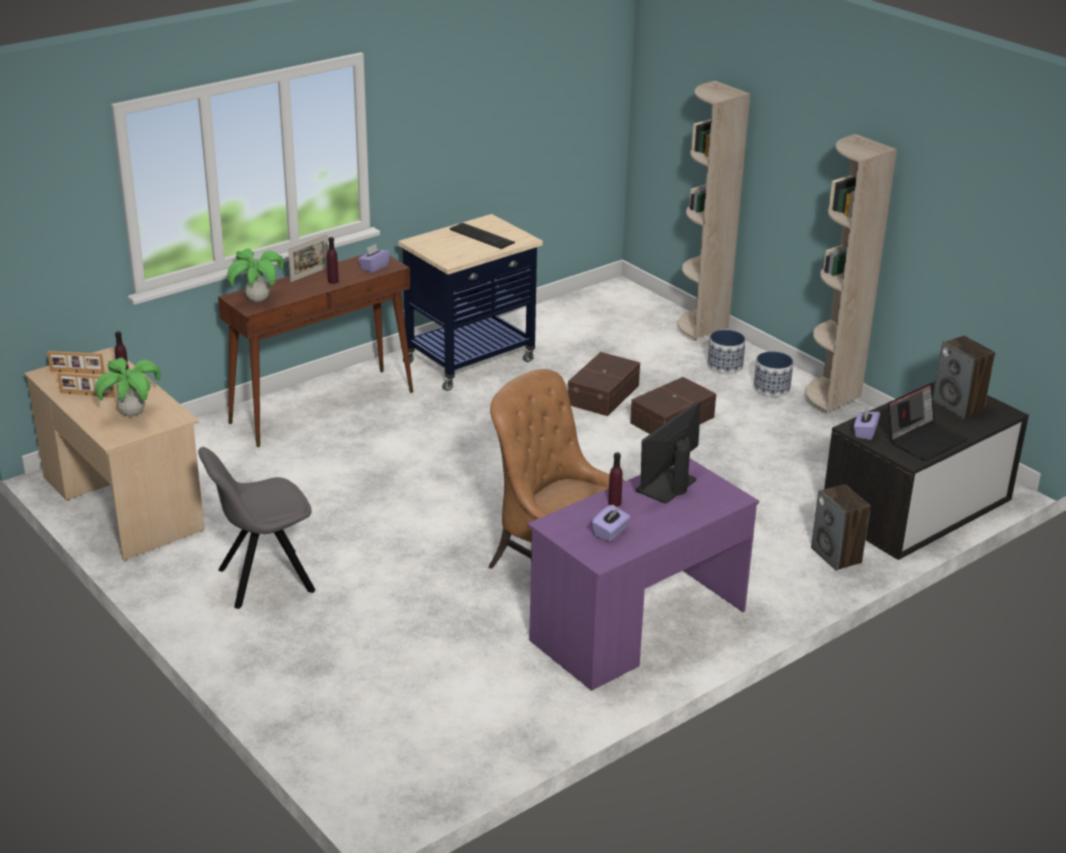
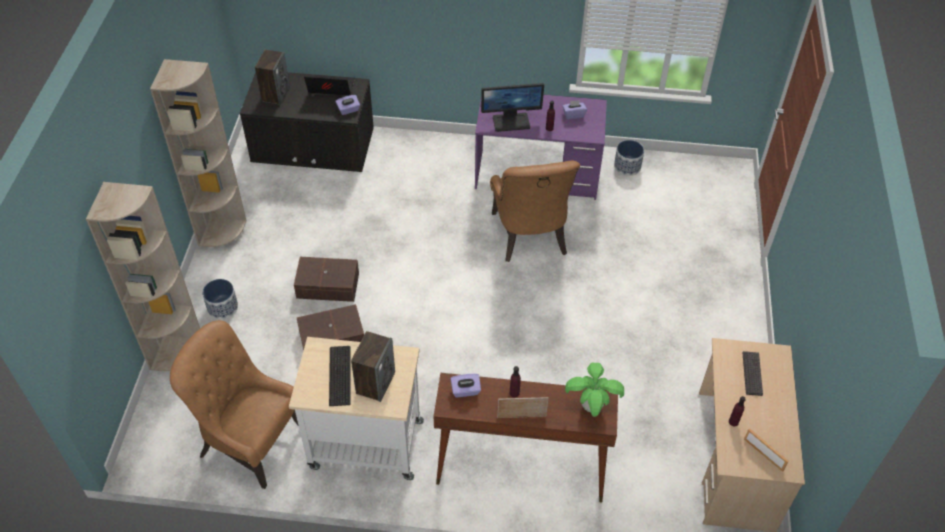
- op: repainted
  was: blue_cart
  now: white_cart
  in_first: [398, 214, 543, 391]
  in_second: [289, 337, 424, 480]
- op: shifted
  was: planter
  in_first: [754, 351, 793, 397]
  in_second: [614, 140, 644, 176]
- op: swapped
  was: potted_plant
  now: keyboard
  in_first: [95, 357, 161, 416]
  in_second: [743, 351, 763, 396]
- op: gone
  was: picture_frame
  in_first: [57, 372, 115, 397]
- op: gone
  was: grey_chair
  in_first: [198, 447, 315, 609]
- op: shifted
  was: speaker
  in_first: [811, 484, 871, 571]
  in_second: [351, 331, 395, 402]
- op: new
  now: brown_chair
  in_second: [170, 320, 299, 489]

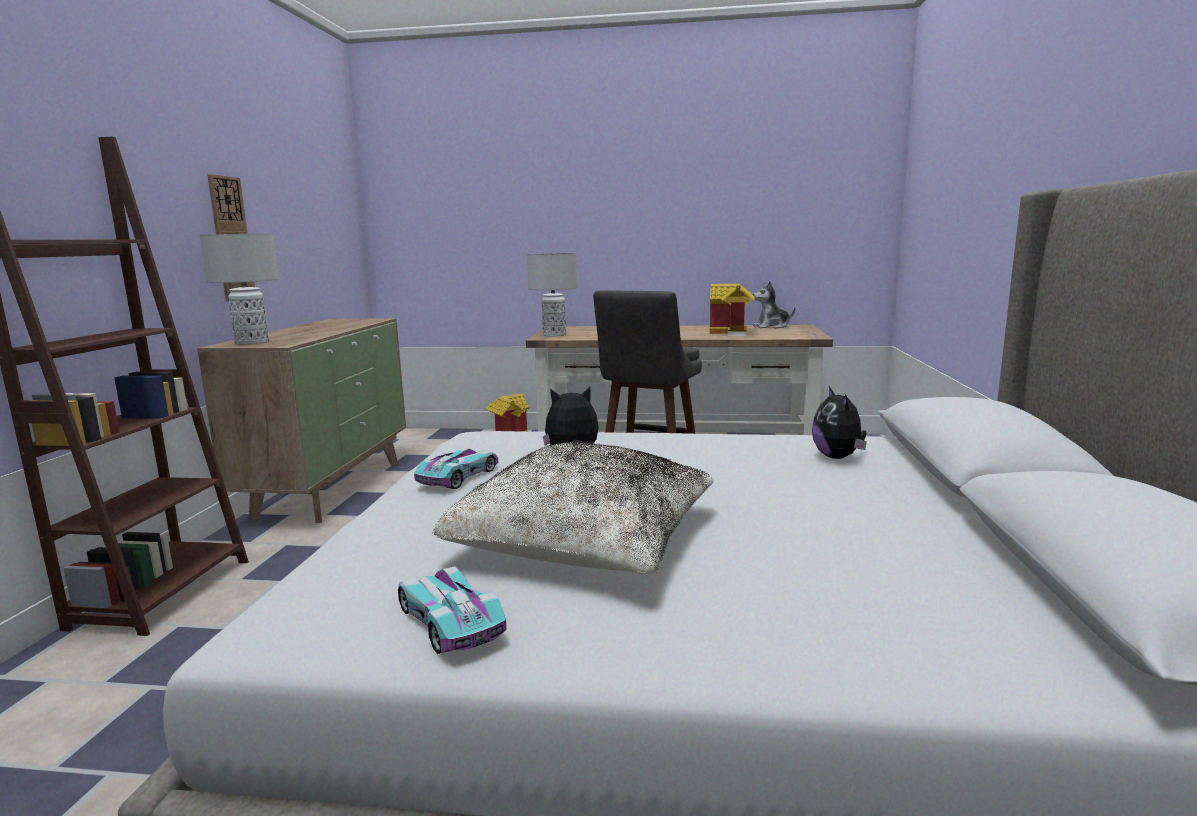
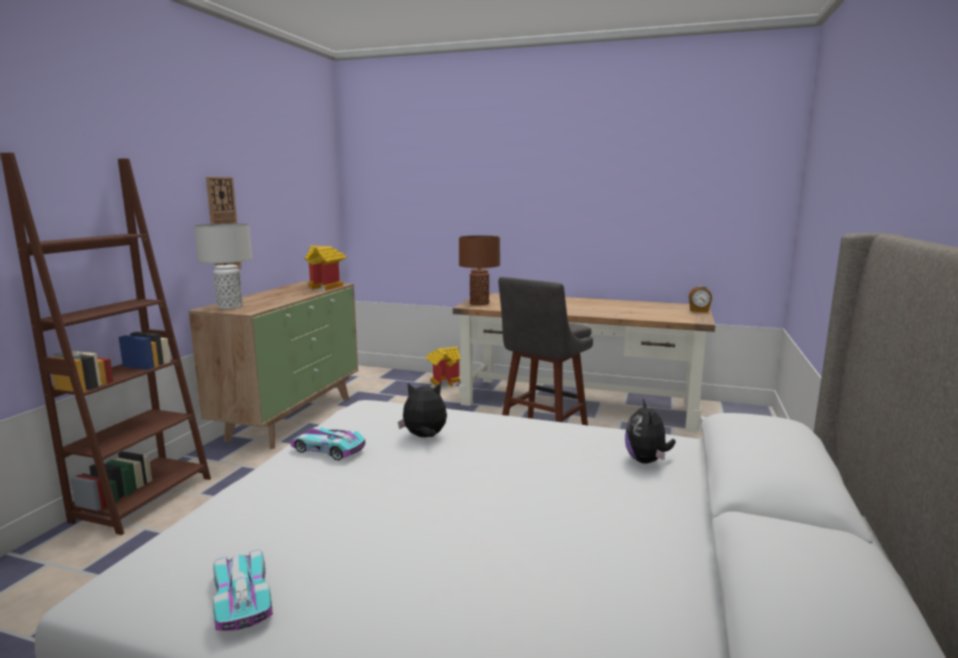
- op: repainted
  was: white_table_lamp
  now: brown_table_lamp
  in_first: [527, 253, 578, 336]
  in_second: [459, 235, 500, 305]
- op: gone
  was: plush_toy
  in_first: [753, 281, 795, 328]
- op: shifted
  was: toy_house
  in_first: [710, 284, 755, 336]
  in_second: [305, 246, 347, 291]
- op: gone
  was: beige_pillow
  in_first: [433, 443, 713, 574]
- op: rotated
  was: toy_car
  in_first: [414, 448, 498, 489]
  in_second: [291, 426, 365, 461]
  clockwise: -105
- op: new
  now: alarm_clock
  in_second: [689, 286, 712, 312]

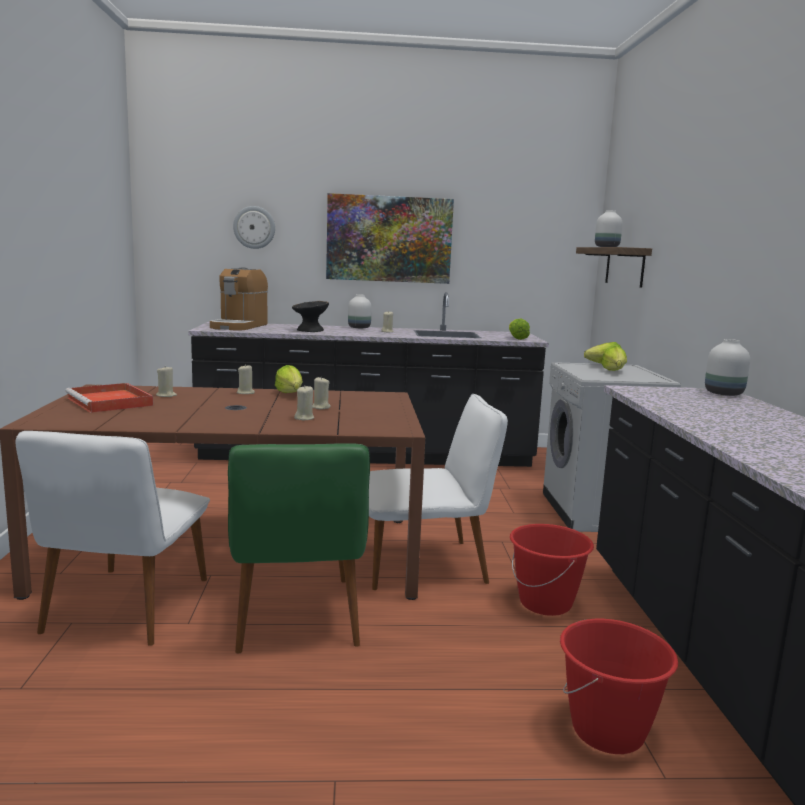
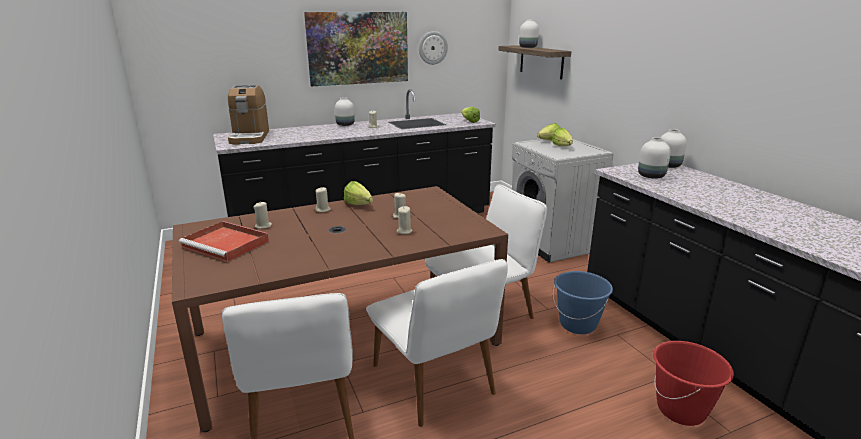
- op: shifted
  was: wall_clock
  in_first: [233, 206, 275, 249]
  in_second: [419, 31, 448, 65]
- op: gone
  was: black_bowl
  in_first: [292, 301, 329, 332]
- op: repainted
  was: green_chair
  now: white_chair
  in_first: [228, 443, 370, 654]
  in_second: [366, 259, 508, 427]
- op: repainted
  was: red_bucket
  now: blue_bucket
  in_first: [510, 524, 594, 616]
  in_second: [553, 271, 613, 334]
- op: new
  now: white_vase
  in_second: [638, 137, 671, 179]

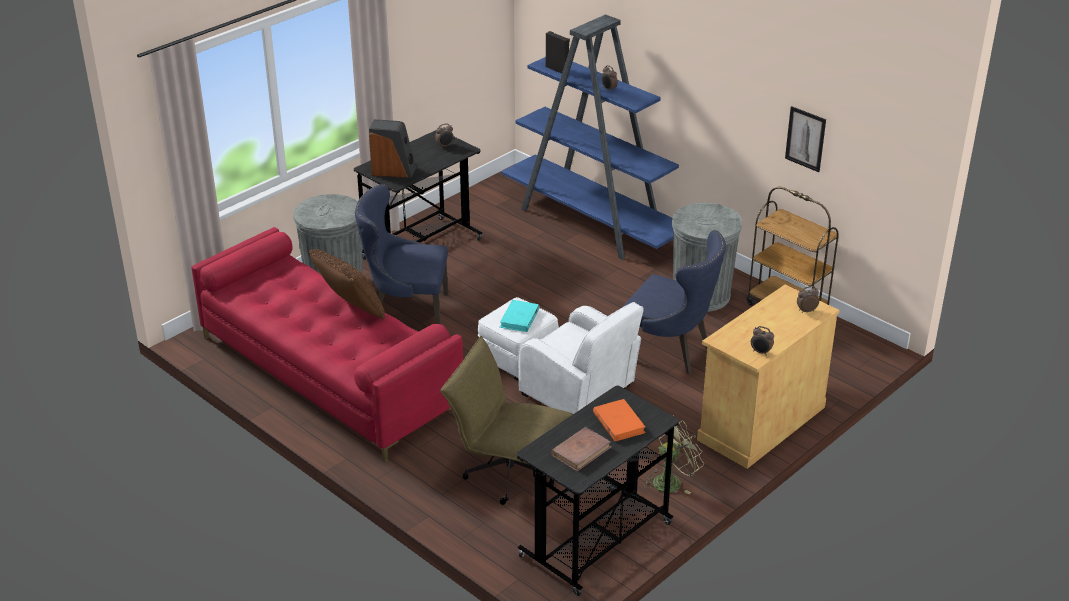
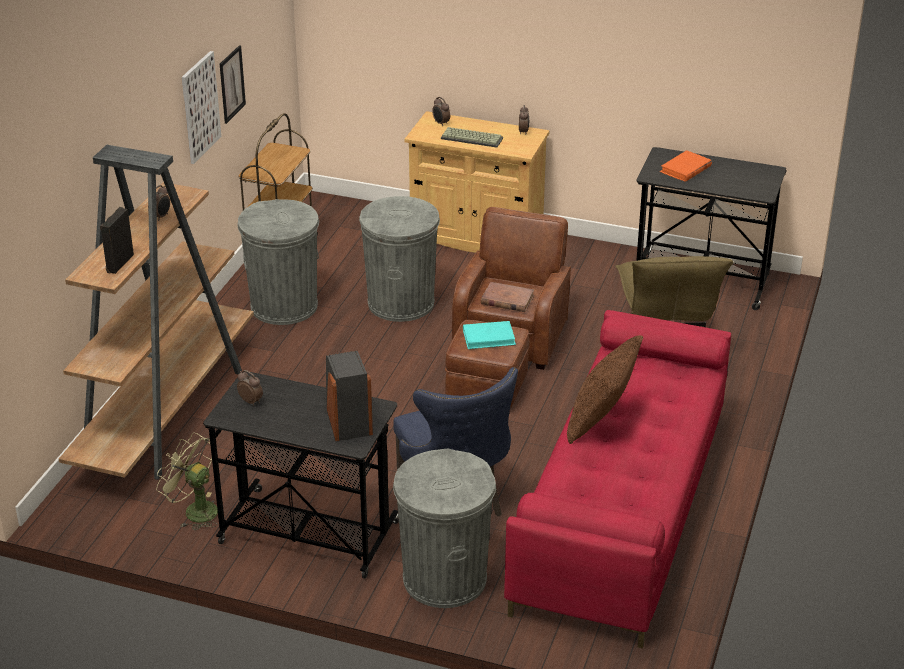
- op: repainted
  was: blue_bookcase
  now: brown_bookcase
  in_first: [501, 14, 679, 260]
  in_second: [59, 145, 254, 480]
- op: swapped
  was: blue_chair
  now: grey_trash_can
  in_first: [623, 230, 726, 374]
  in_second: [359, 196, 440, 322]
- op: repainted
  was: white_armchair
  now: brown_armchair
  in_first: [478, 297, 644, 414]
  in_second: [445, 207, 571, 409]
- op: shifted
  was: green_fan
  in_first: [644, 415, 704, 494]
  in_second: [156, 433, 218, 530]
- op: shifted
  was: brown_book
  in_first: [551, 427, 611, 471]
  in_second: [481, 282, 534, 312]
- op: new
  now: picture
  in_second: [182, 51, 221, 164]
- op: new
  now: keyboard
  in_second: [441, 127, 503, 148]

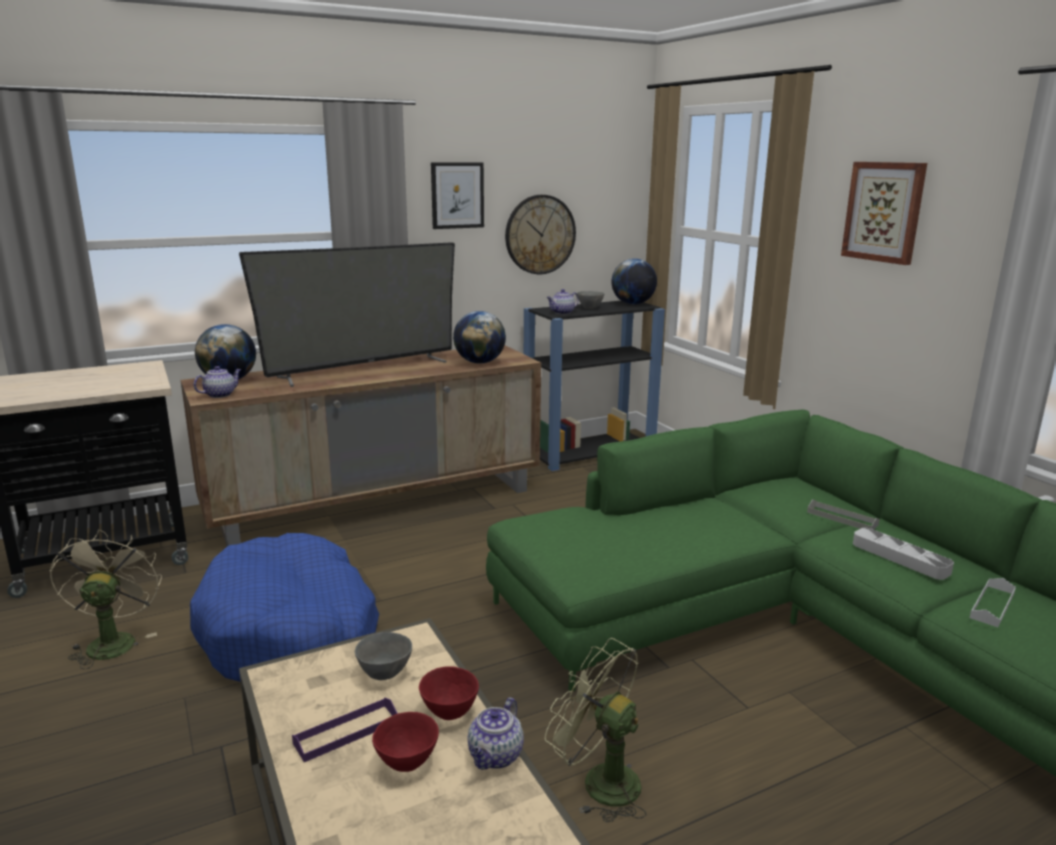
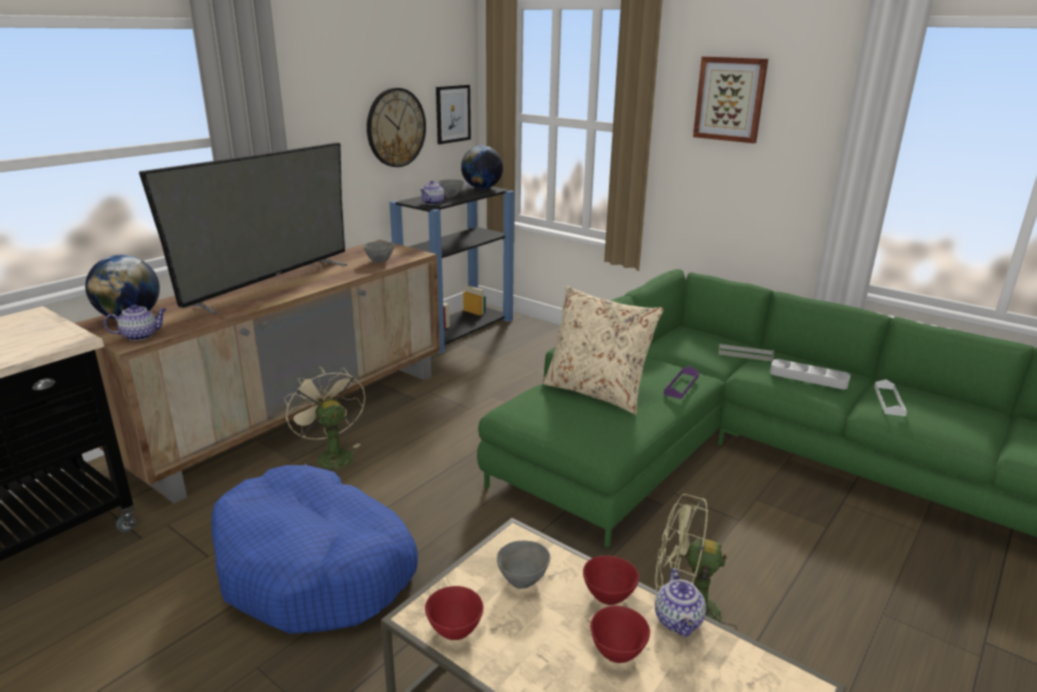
- op: shifted
  was: picture
  in_first: [431, 162, 484, 229]
  in_second: [436, 85, 471, 144]
- op: swapped
  was: globe
  now: grey_bowl
  in_first: [453, 311, 506, 364]
  in_second: [363, 241, 394, 263]
- op: rotated
  was: teapot
  in_first: [194, 366, 241, 398]
  in_second: [104, 304, 167, 341]
  clockwise: 45
- op: shifted
  was: beige_fan
  in_first: [49, 529, 162, 669]
  in_second: [284, 367, 365, 475]
- op: shifted
  was: purple_tray
  in_first: [292, 698, 398, 762]
  in_second: [663, 366, 699, 399]
- op: new
  now: beige_pillow
  in_second: [542, 286, 663, 415]
- op: new
  now: red_bowl
  in_second: [425, 586, 483, 640]

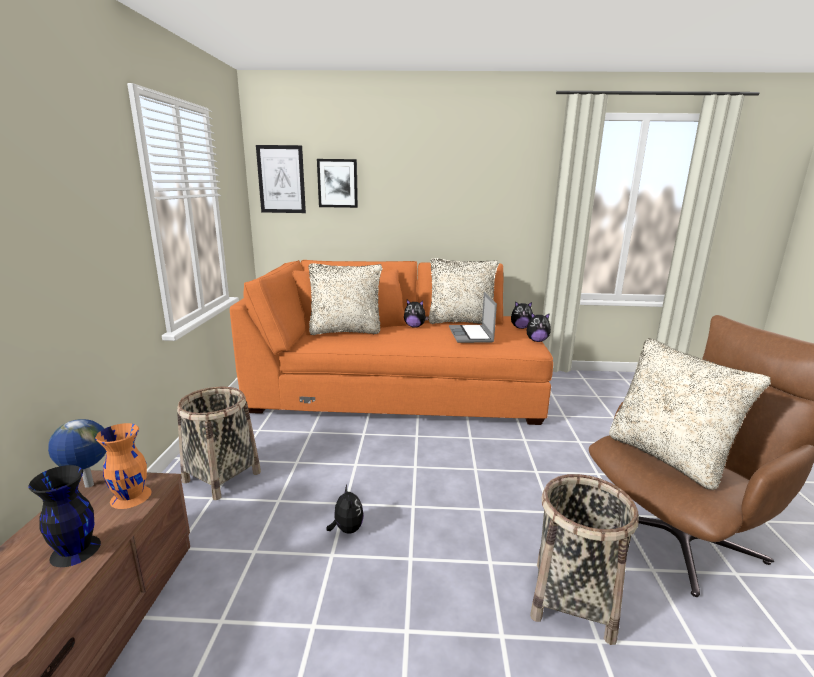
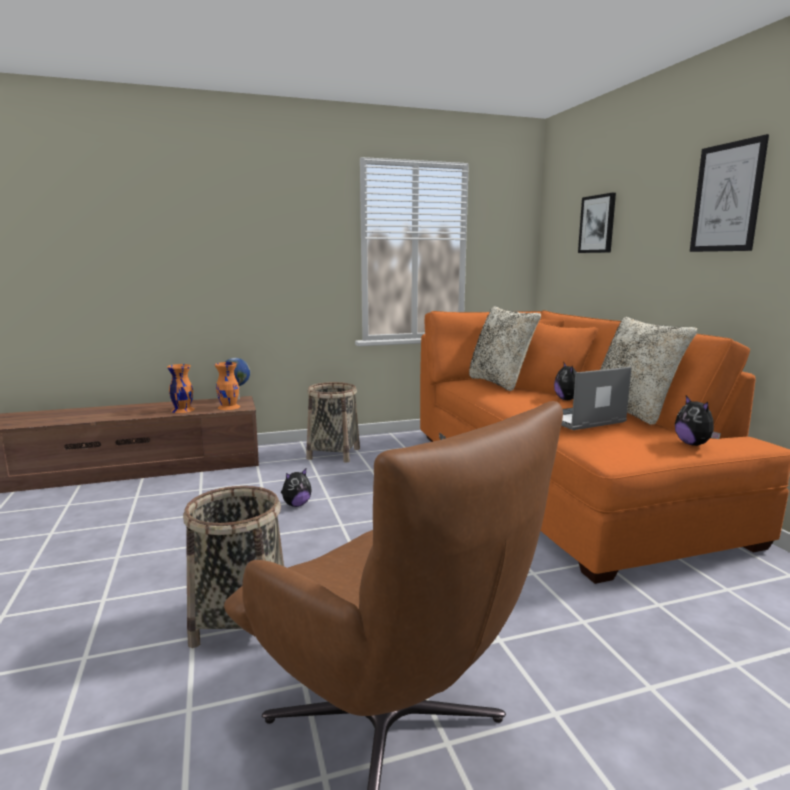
- op: shifted
  was: picture
  in_first: [256, 145, 306, 213]
  in_second: [690, 134, 769, 252]
- op: gone
  was: plush_toy
  in_first: [526, 313, 551, 342]
- op: gone
  was: beige_pillow
  in_first: [609, 338, 771, 490]
- op: repainted
  was: black_vase
  now: orange_vase
  in_first: [28, 465, 101, 567]
  in_second: [167, 364, 195, 413]

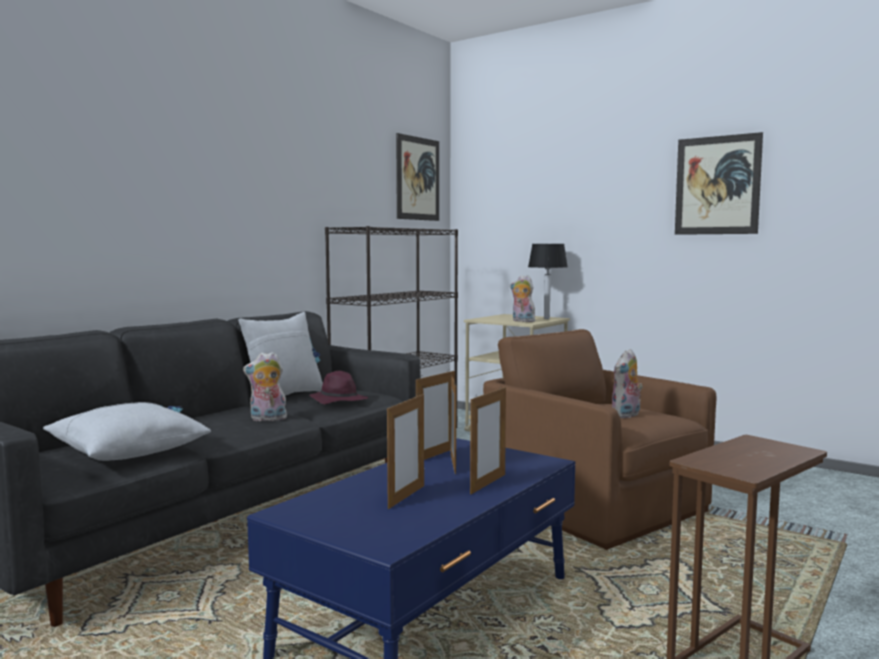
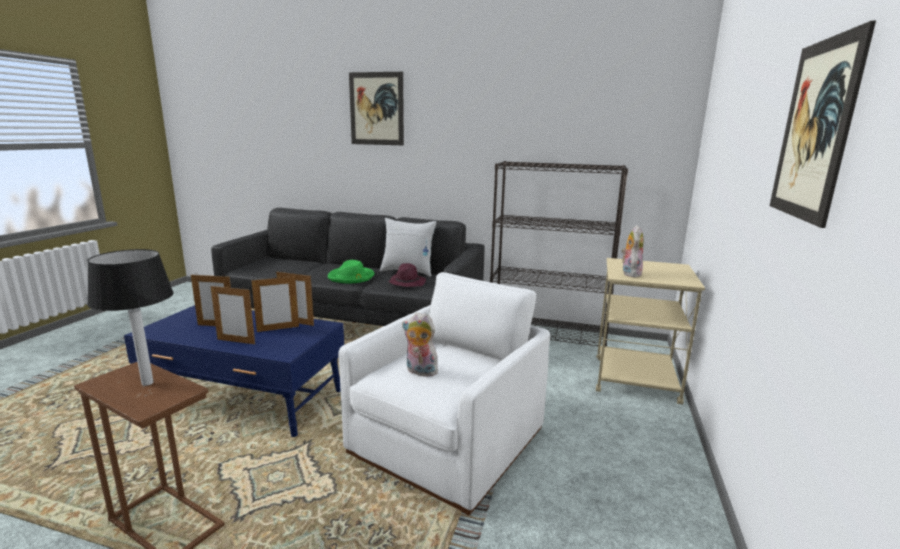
- op: shifted
  was: picture
  in_first: [396, 133, 439, 221]
  in_second: [349, 72, 404, 145]
- op: shifted
  was: table_lamp
  in_first: [528, 244, 568, 319]
  in_second: [87, 249, 174, 386]
- op: repainted
  was: brown_armchair
  now: white_armchair
  in_first: [483, 329, 716, 550]
  in_second: [338, 272, 550, 516]
- op: swapped
  was: plush_toy
  now: green_hat
  in_first: [243, 352, 287, 421]
  in_second: [328, 260, 375, 283]
- op: gone
  was: grey_pillow
  in_first: [43, 402, 211, 461]

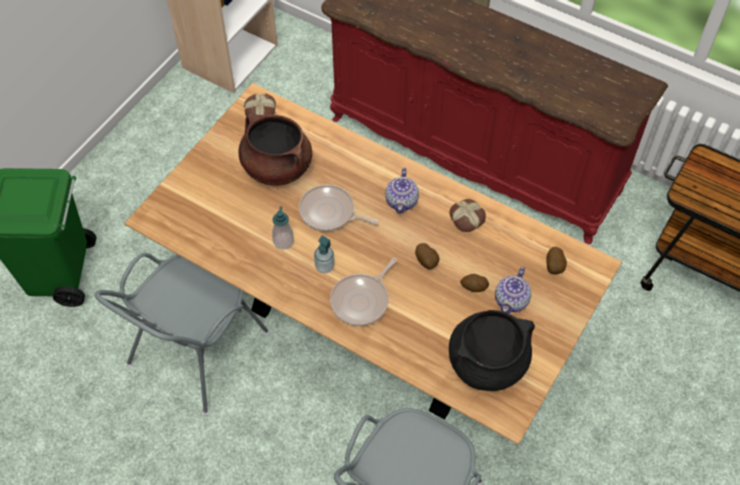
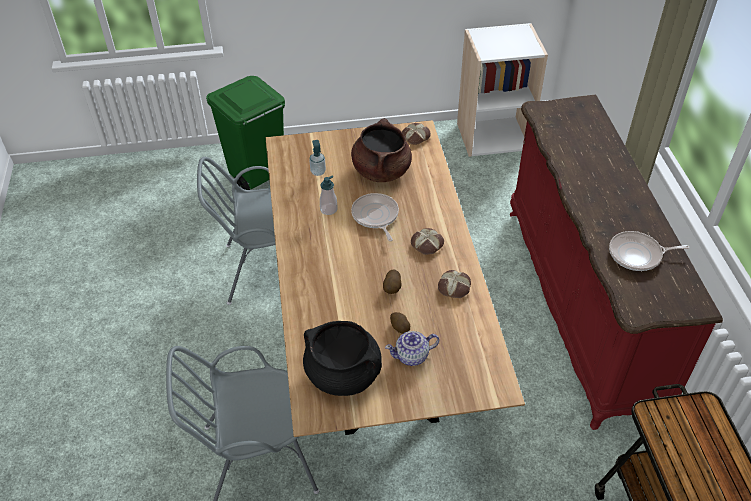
- op: swapped
  was: teapot
  now: bread
  in_first: [385, 168, 419, 214]
  in_second: [411, 228, 444, 255]
- op: shifted
  was: soap_dispenser
  in_first: [314, 236, 335, 273]
  in_second: [309, 140, 326, 176]
- op: gone
  was: potato
  in_first: [546, 247, 567, 274]
- op: shifted
  was: frying_pan
  in_first: [330, 258, 397, 326]
  in_second: [609, 231, 689, 271]

